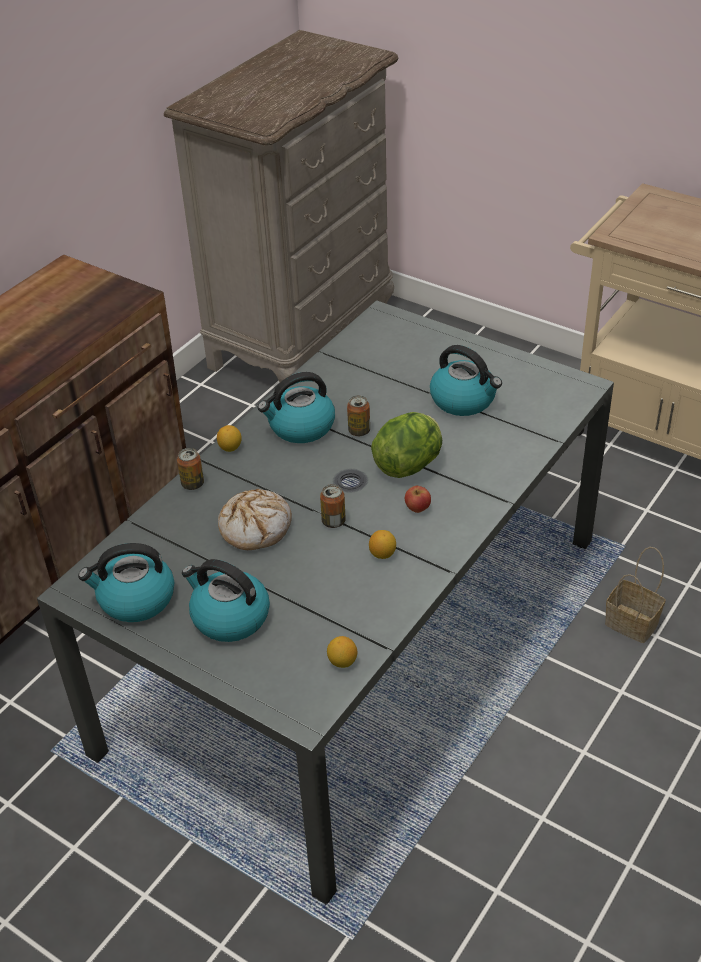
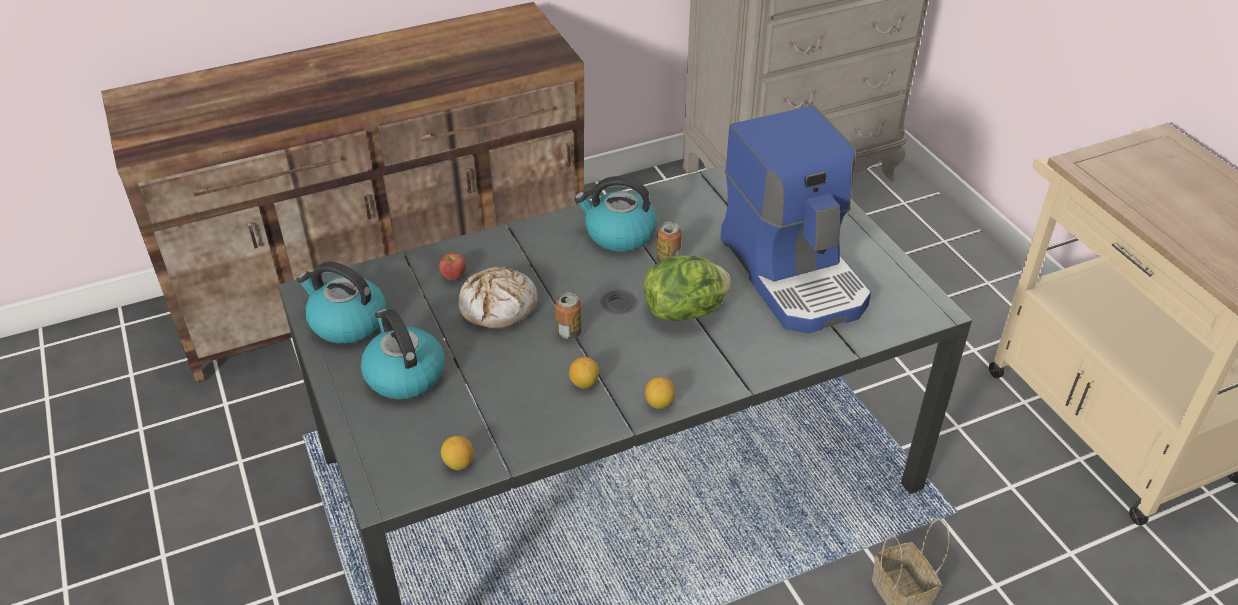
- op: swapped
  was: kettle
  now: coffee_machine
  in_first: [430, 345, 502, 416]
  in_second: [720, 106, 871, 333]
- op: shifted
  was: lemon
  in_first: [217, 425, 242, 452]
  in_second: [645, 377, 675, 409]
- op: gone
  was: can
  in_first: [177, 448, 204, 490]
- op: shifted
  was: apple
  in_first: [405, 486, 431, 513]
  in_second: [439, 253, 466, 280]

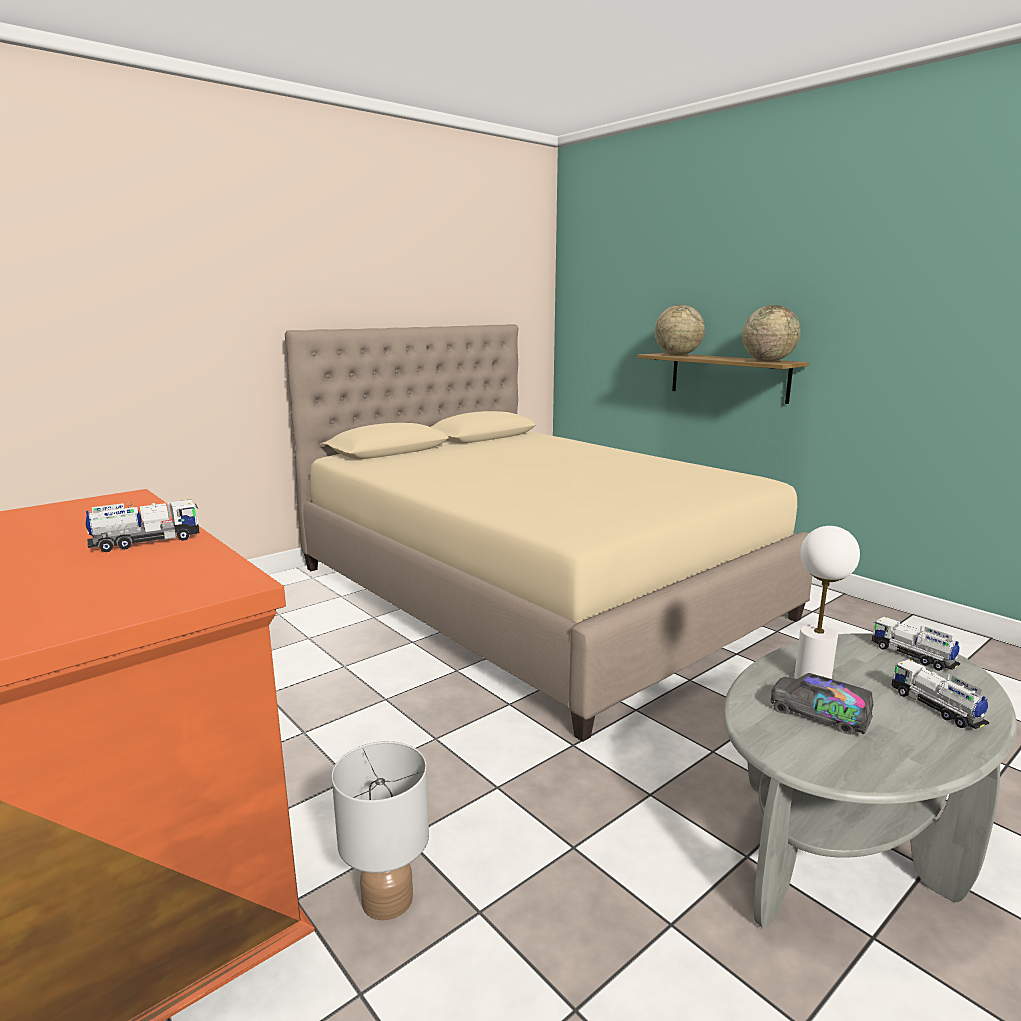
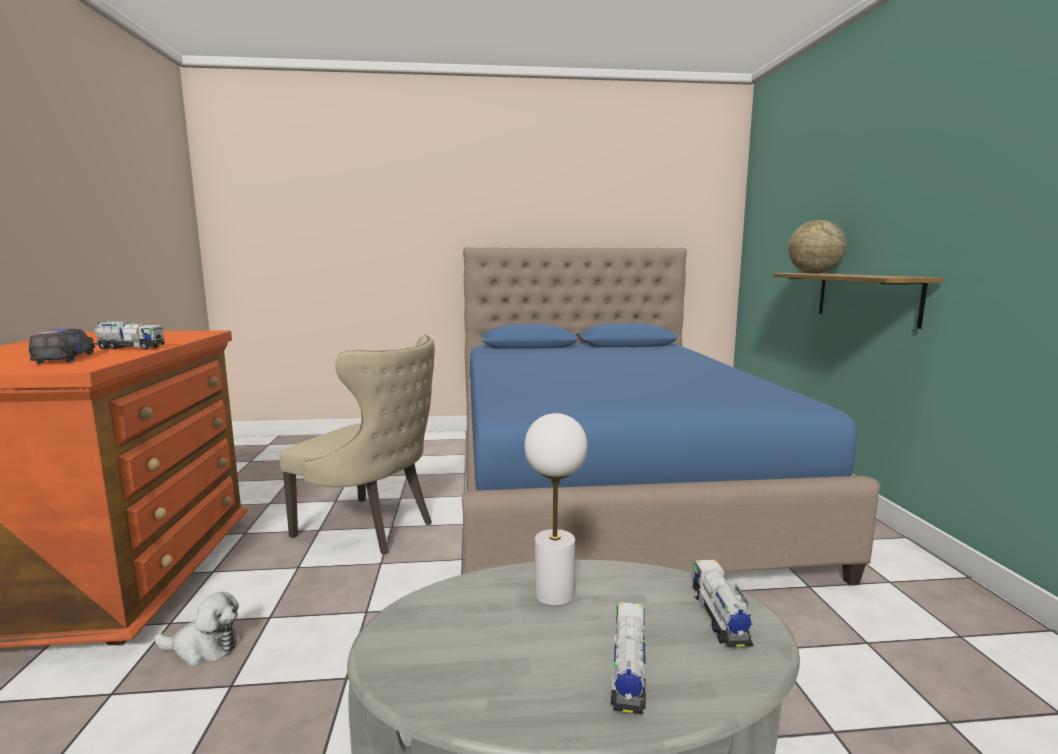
- op: gone
  was: globe
  in_first: [742, 305, 801, 362]
- op: repainted
  was: beige_bed
  now: blue_bed
  in_first: [285, 324, 812, 742]
  in_second: [462, 247, 880, 585]
- op: shifted
  was: toy_truck
  in_first: [770, 673, 873, 734]
  in_second: [29, 329, 95, 364]
- op: swapped
  was: grey_table_lamp
  now: plush_toy
  in_first: [332, 741, 429, 920]
  in_second: [154, 592, 241, 666]
- op: new
  now: beige_chair
  in_second: [279, 336, 435, 555]

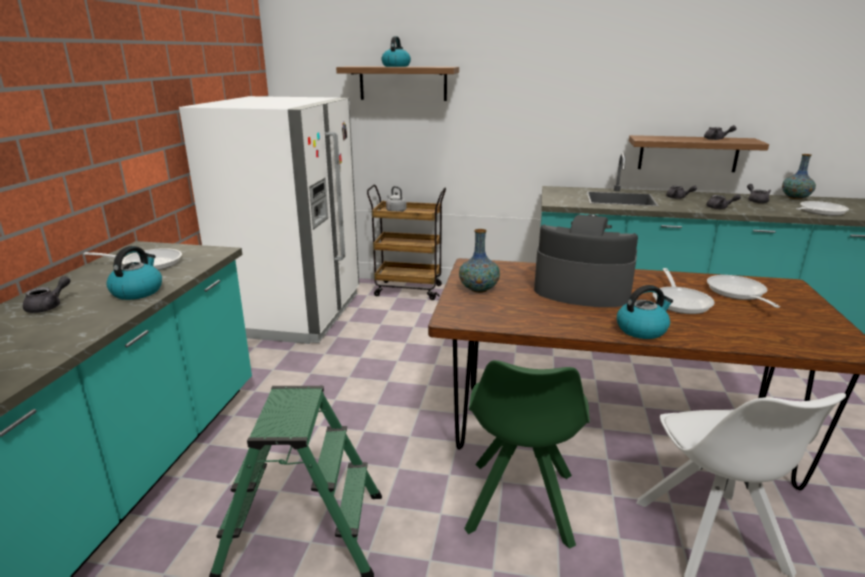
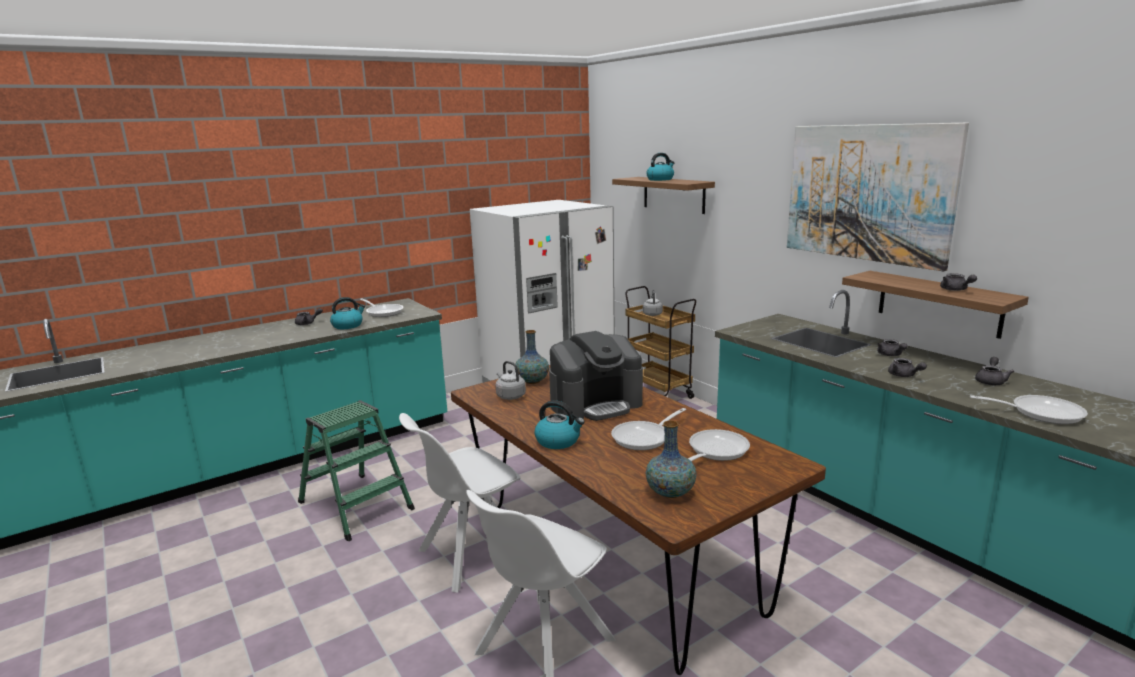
- op: shifted
  was: vase
  in_first: [782, 154, 816, 199]
  in_second: [645, 421, 697, 498]
- op: rotated
  was: coffee_machine
  in_first: [534, 214, 638, 307]
  in_second: [549, 331, 643, 421]
  clockwise: 90
- op: repainted
  was: green_chair
  now: white_chair
  in_first: [464, 360, 590, 549]
  in_second: [399, 413, 520, 593]
- op: new
  now: picture
  in_second: [787, 123, 969, 272]
- op: new
  now: grey_kettle
  in_second: [496, 361, 526, 400]

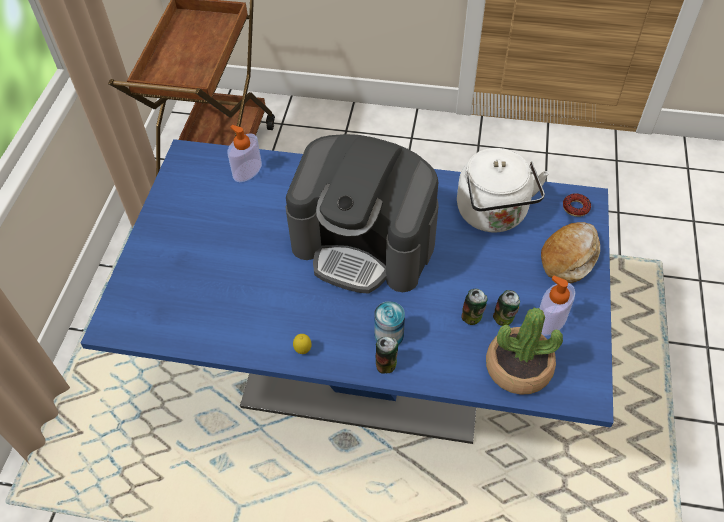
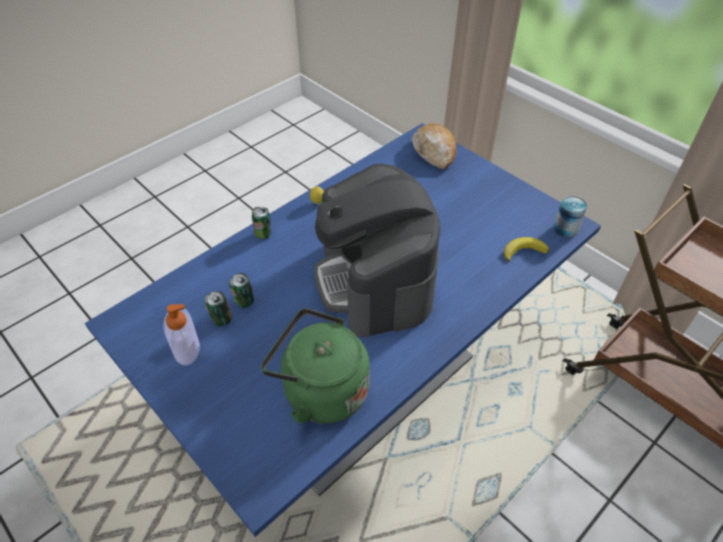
- op: swapped
  was: soap_dispenser
  now: banana
  in_first: [227, 125, 262, 182]
  in_second: [504, 237, 549, 262]
- op: rotated
  was: coffee_machine
  in_first: [285, 134, 439, 294]
  in_second: [314, 163, 440, 338]
  clockwise: -75
- op: repainted
  was: white_kettle
  now: green_kettle
  in_first: [457, 148, 549, 233]
  in_second: [261, 308, 370, 424]
- op: gone
  was: donut
  in_first: [563, 193, 591, 217]
- op: shifted
  was: bread
  in_first: [541, 222, 600, 283]
  in_second: [412, 123, 456, 170]
- op: shifted
  was: can
  in_first: [374, 301, 405, 345]
  in_second: [553, 196, 587, 238]
- op: gone
  was: potted_plant
  in_first: [486, 308, 563, 395]

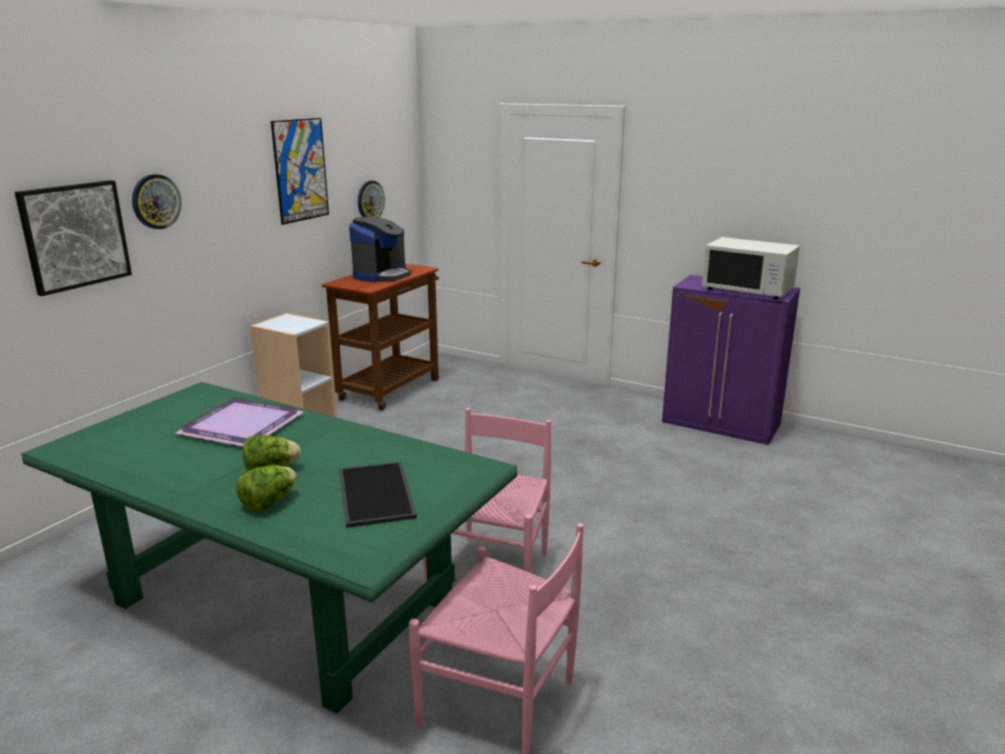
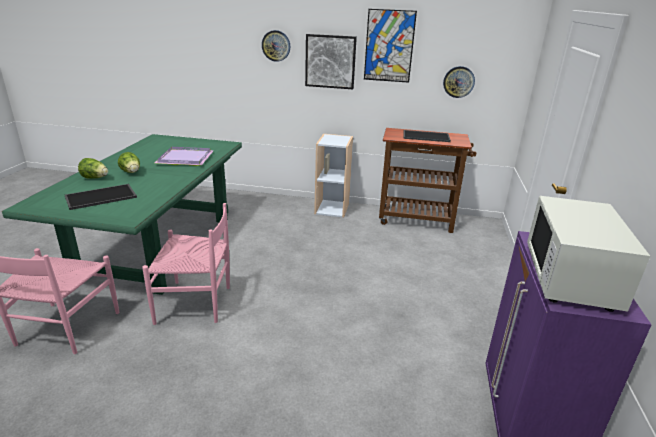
- op: shifted
  was: picture
  in_first: [15, 180, 132, 296]
  in_second: [305, 34, 357, 89]
- op: swapped
  was: coffee_machine
  now: tray
  in_first: [349, 216, 411, 282]
  in_second: [404, 130, 451, 142]

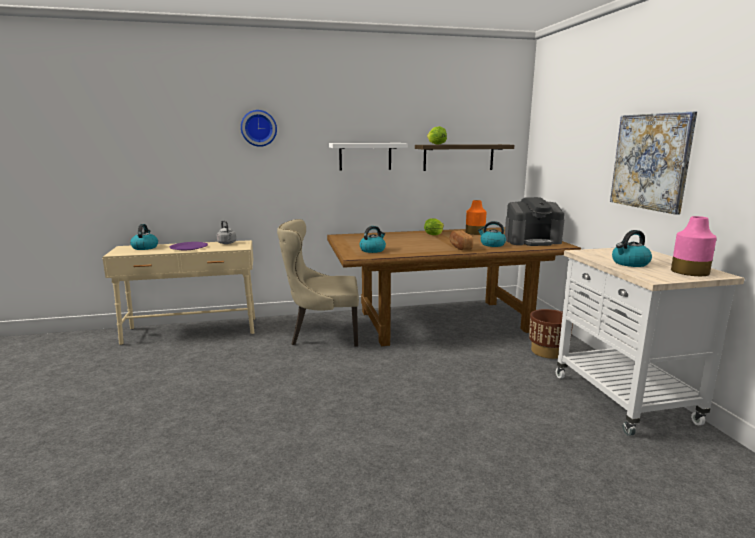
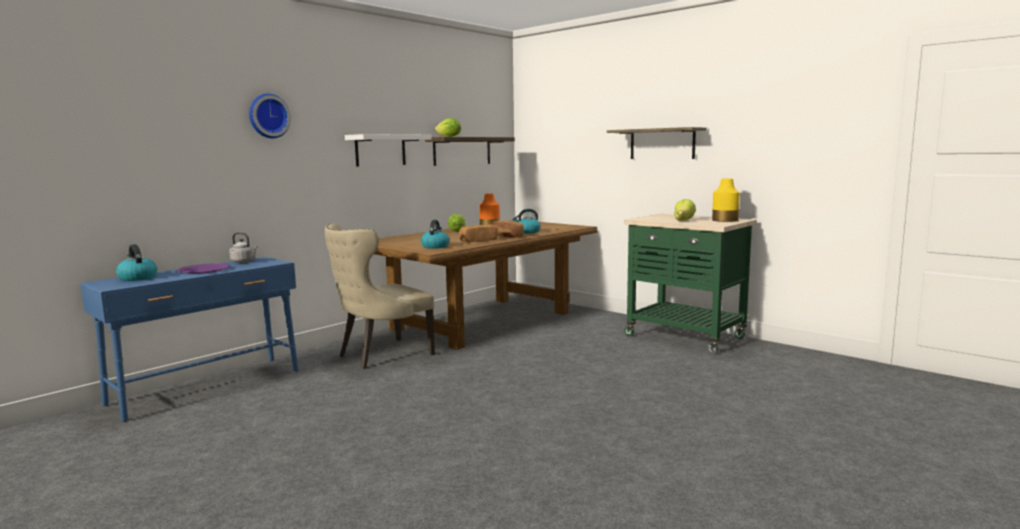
- op: swapped
  was: picture
  now: shelf
  in_first: [610, 111, 697, 215]
  in_second: [607, 127, 707, 159]
- op: gone
  was: coffee_machine
  in_first: [505, 197, 564, 246]
- op: repainted
  was: pink_vase
  now: yellow_vase
  in_first: [671, 216, 717, 276]
  in_second: [712, 178, 740, 222]
- op: swapped
  was: kettle
  now: lettuce
  in_first: [612, 230, 652, 267]
  in_second: [674, 199, 696, 221]
- op: repainted
  was: beige_console_table
  now: blue_console_table
  in_first: [102, 240, 255, 345]
  in_second: [80, 257, 299, 422]
- op: repainted
  was: white_cart
  now: green_cart
  in_first: [556, 248, 745, 436]
  in_second: [624, 214, 757, 354]
- op: gone
  was: brown_planter
  in_first: [529, 309, 573, 359]
- op: new
  now: bread
  in_second: [459, 224, 498, 242]

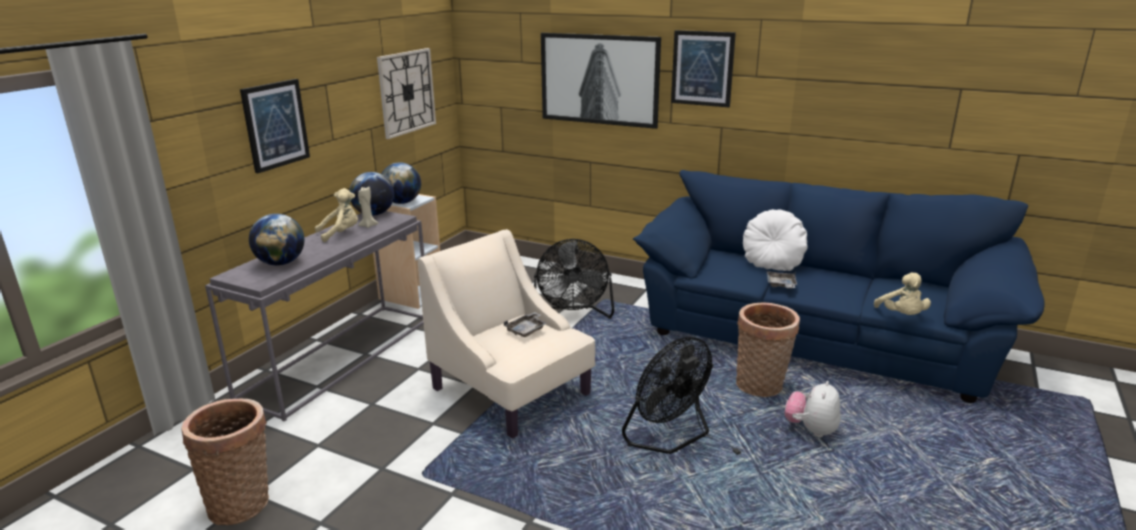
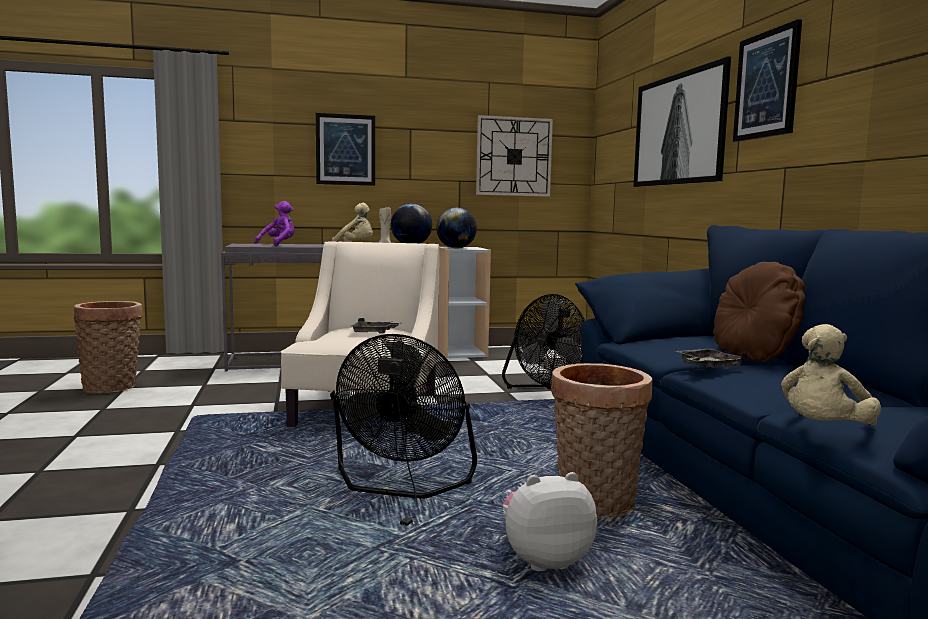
- op: repainted
  was: white_pillow
  now: brown_pillow
  in_first: [743, 209, 808, 271]
  in_second: [713, 262, 805, 362]
- op: swapped
  was: globe
  now: purple_plush_toy
  in_first: [249, 214, 304, 265]
  in_second: [254, 201, 295, 246]

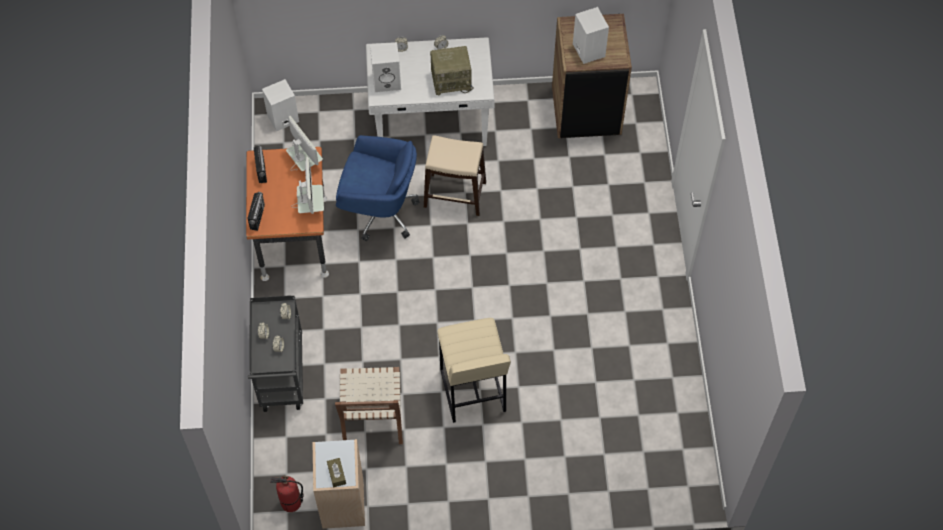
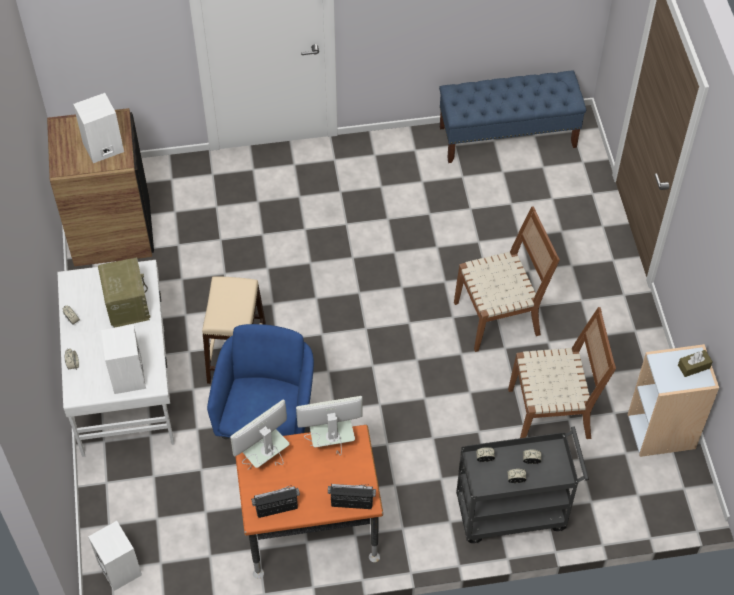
- op: swapped
  was: beige_stool
  now: chair
  in_first: [437, 318, 511, 423]
  in_second: [454, 206, 560, 352]
- op: gone
  was: fire_extinguisher
  in_first: [270, 476, 304, 512]
- op: new
  now: blue_bench
  in_second: [439, 71, 586, 163]

